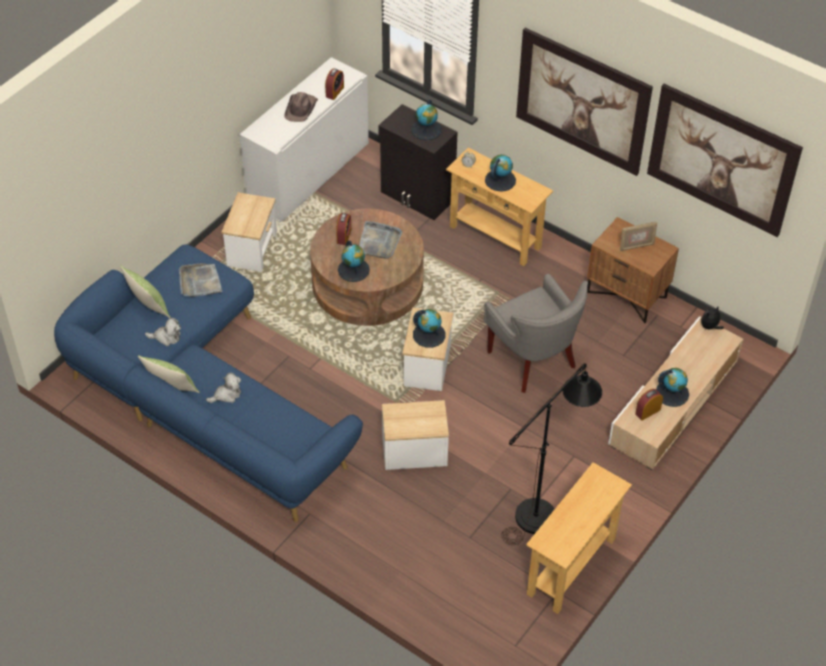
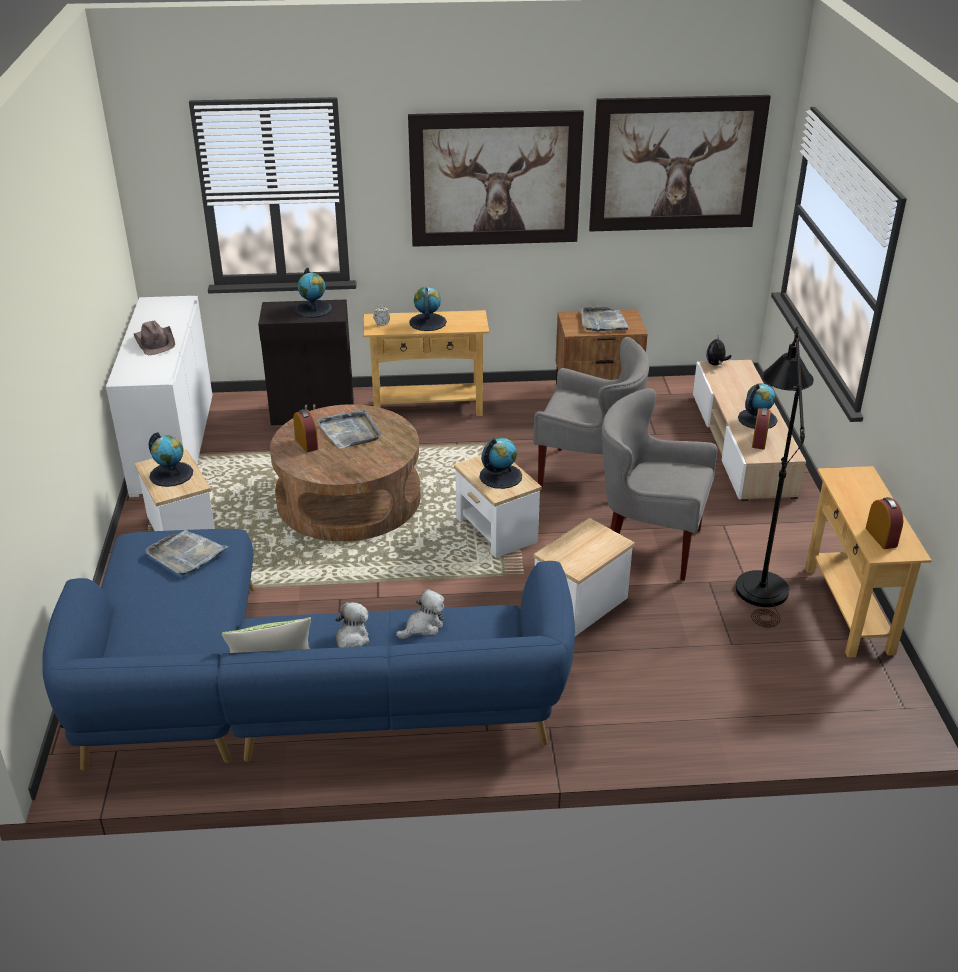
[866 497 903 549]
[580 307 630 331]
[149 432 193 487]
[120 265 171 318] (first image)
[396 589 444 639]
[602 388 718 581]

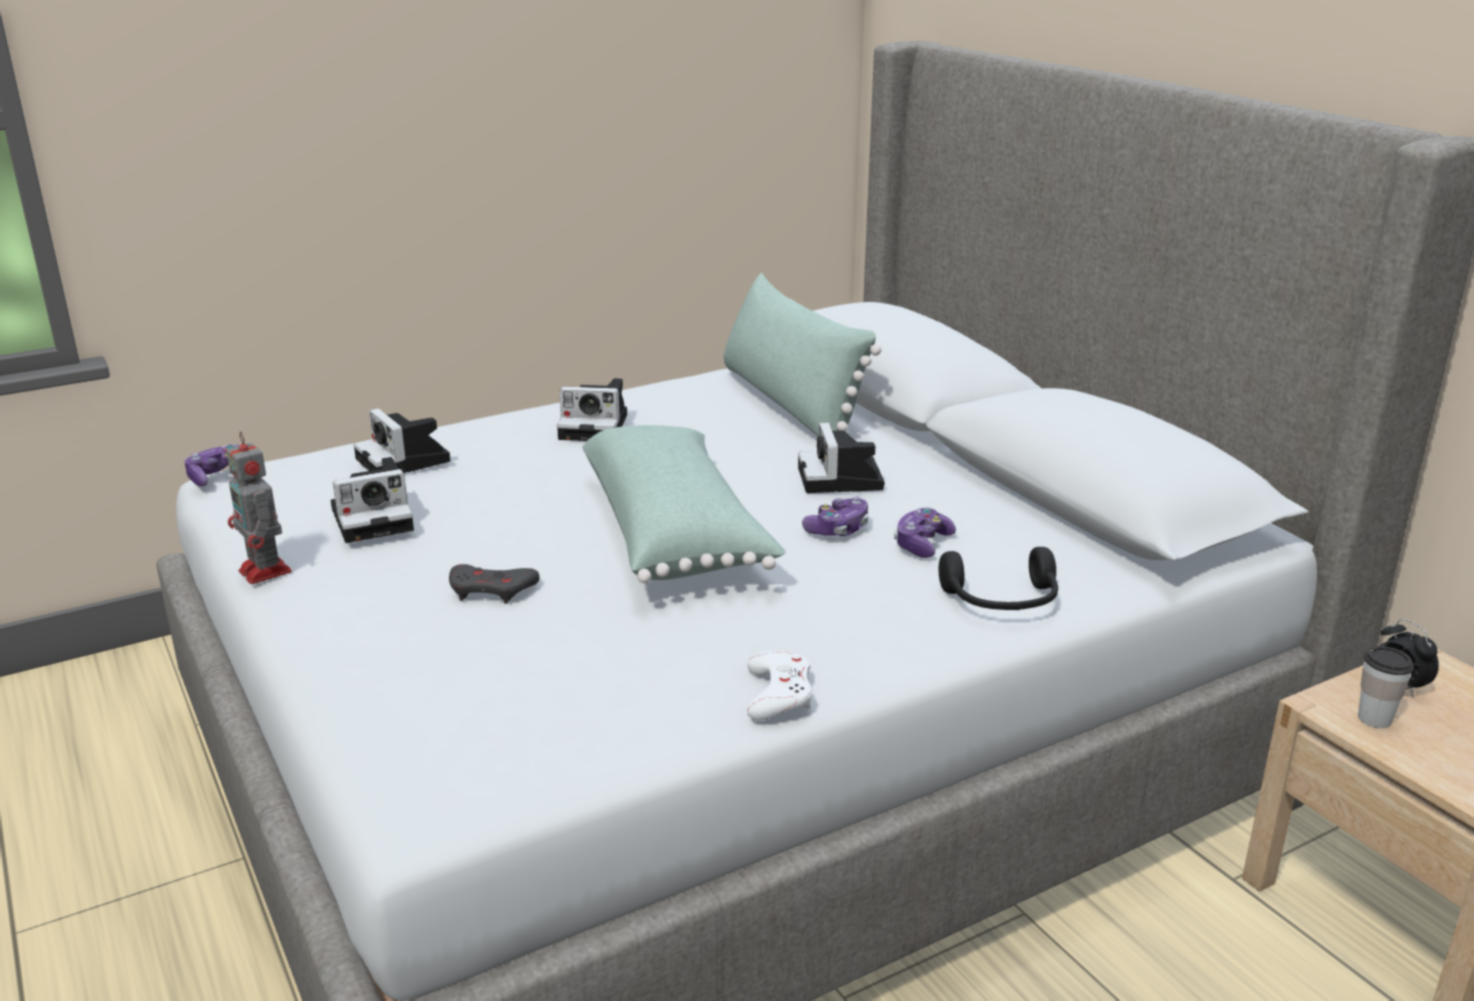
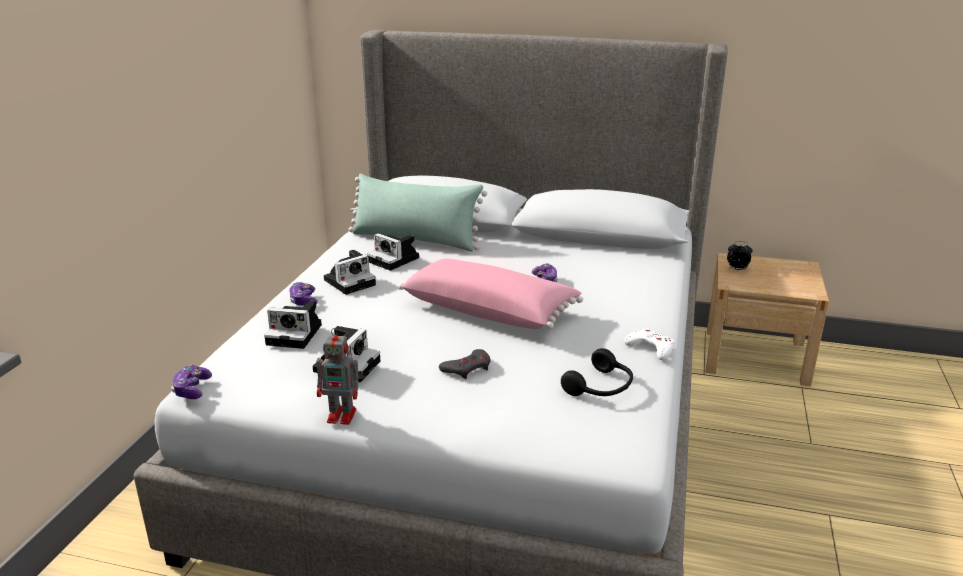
[367 233 419 271]
[398 259 583 329]
[289 282 318 306]
[561 348 633 396]
[1358 646 1414 728] (first image)

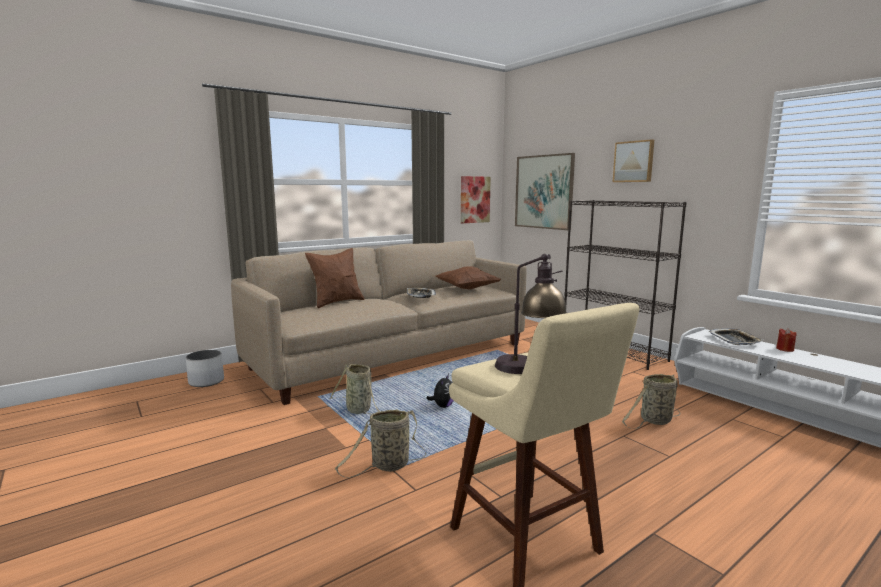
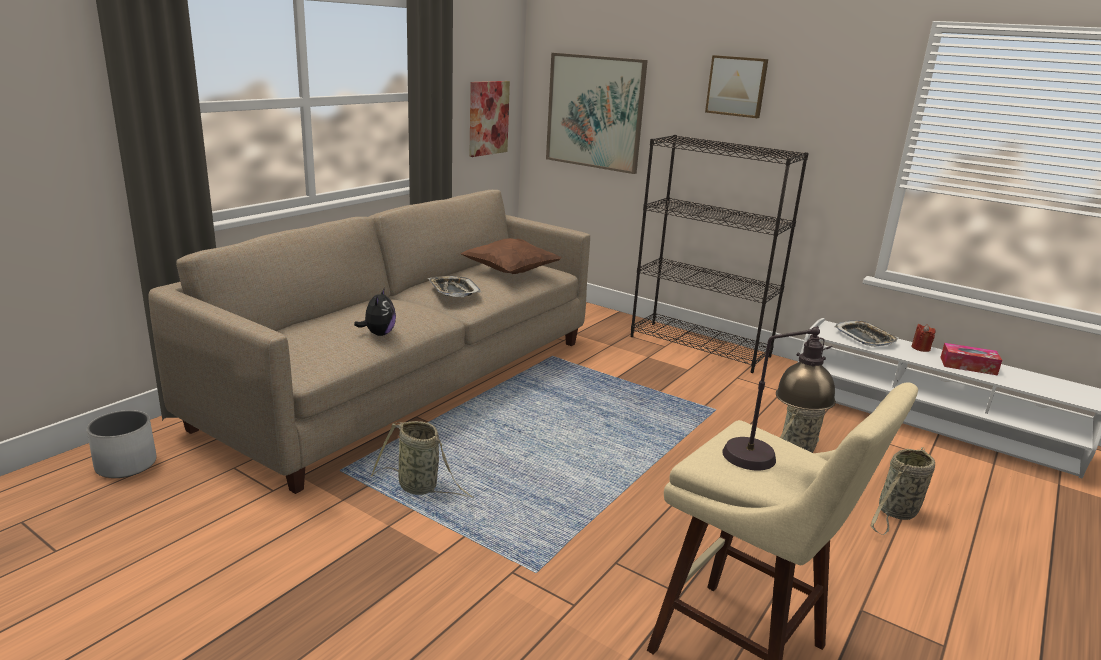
[305 248 364 308] (first image)
[354 288 396 336]
[870 447 935 535]
[940 343 1002 376]

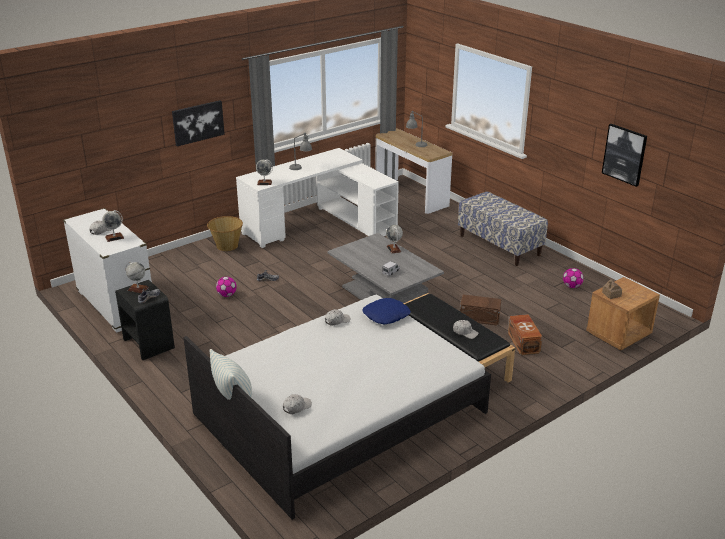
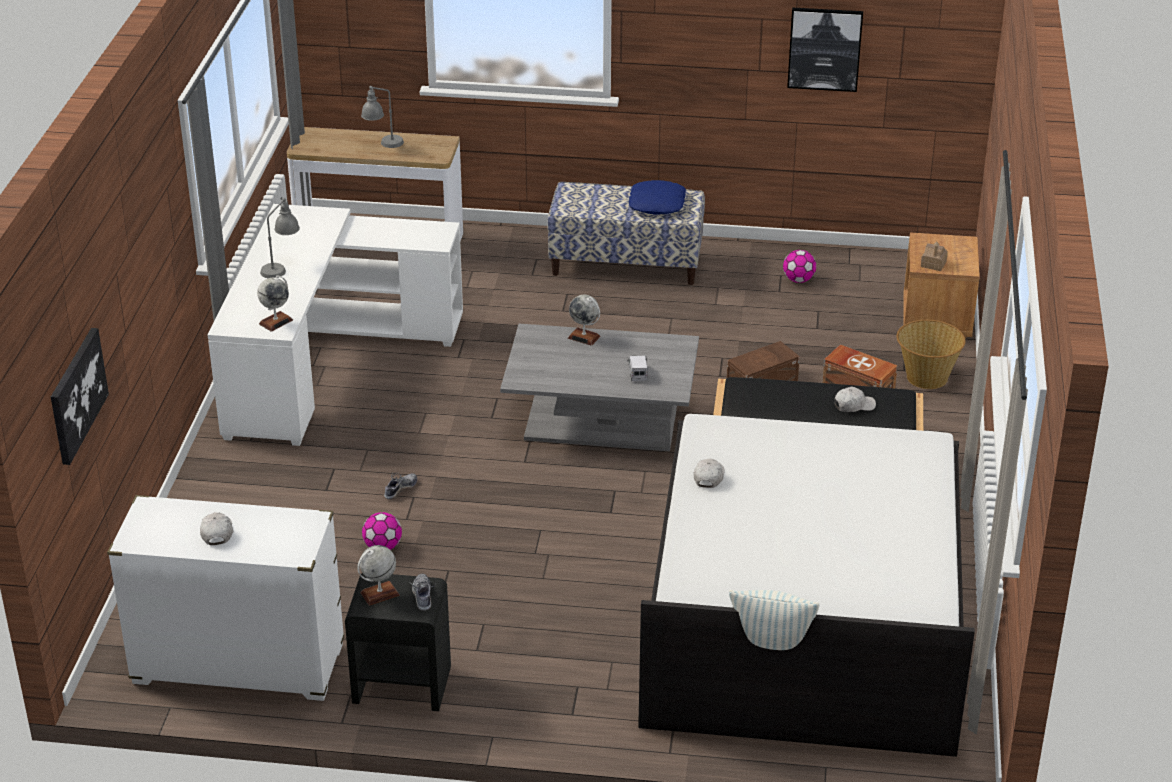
[51 328 109 465]
[102 210 124 242] (first image)
[897 320 965 389]
[629 180 686 214]
[283 394 312 414] (first image)

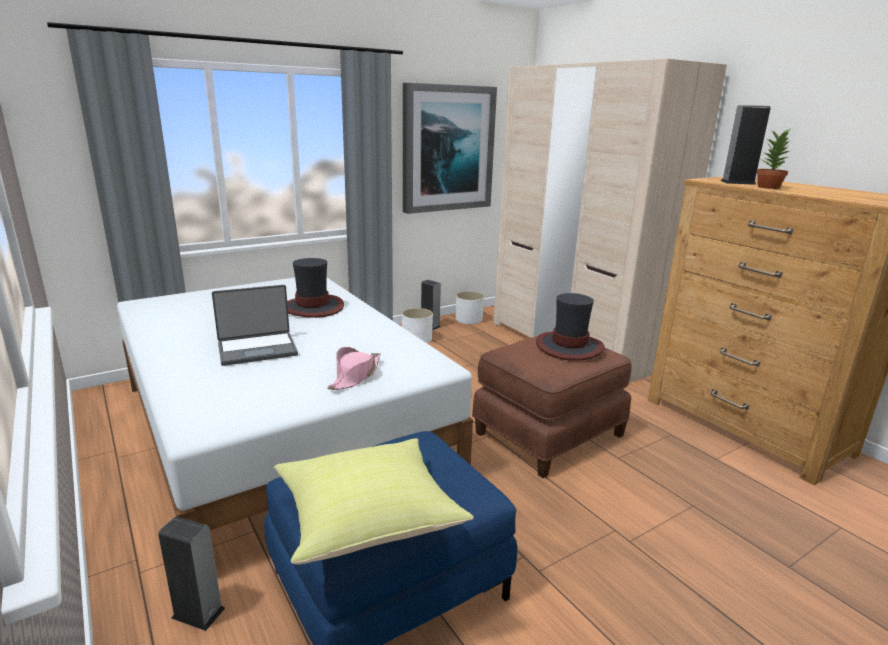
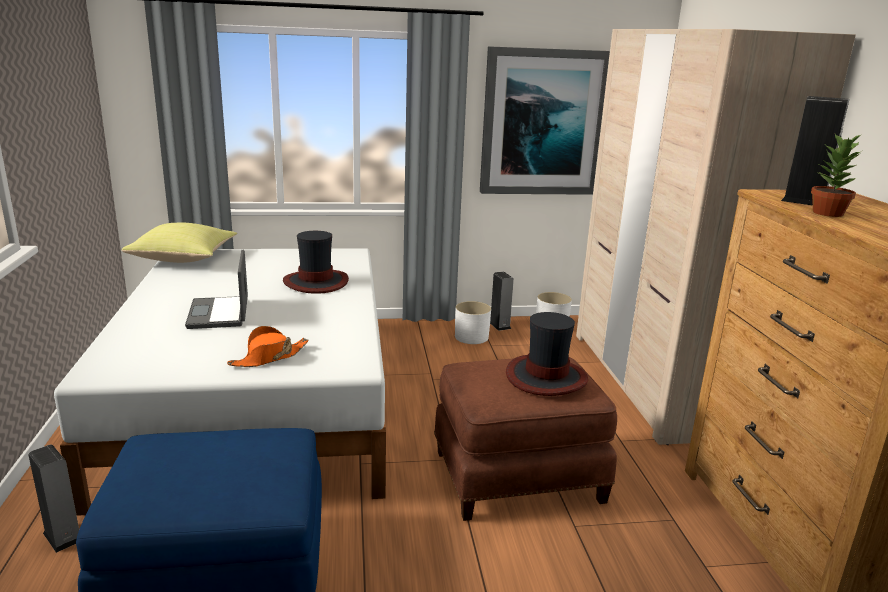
[185 250 248 329]
[227 326 309 367]
[121 223 237 263]

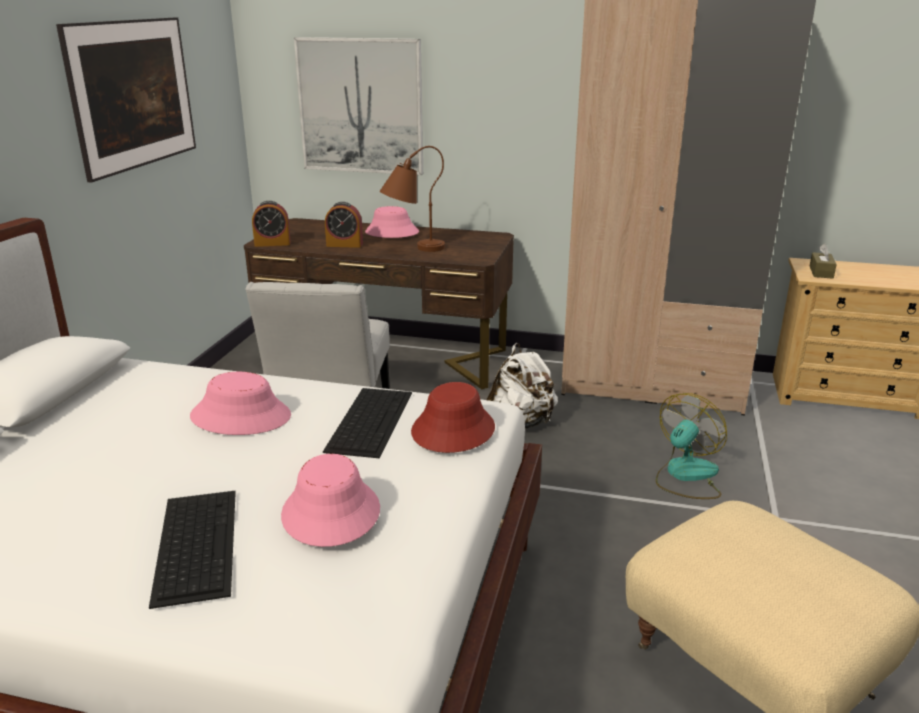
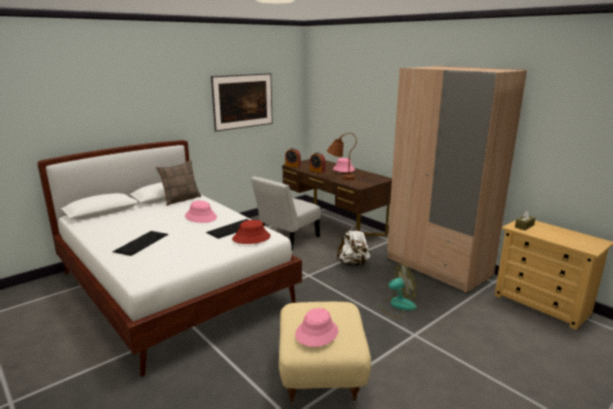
[294 37 423 175] (first image)
[295 308 338 347]
[156 160 201 206]

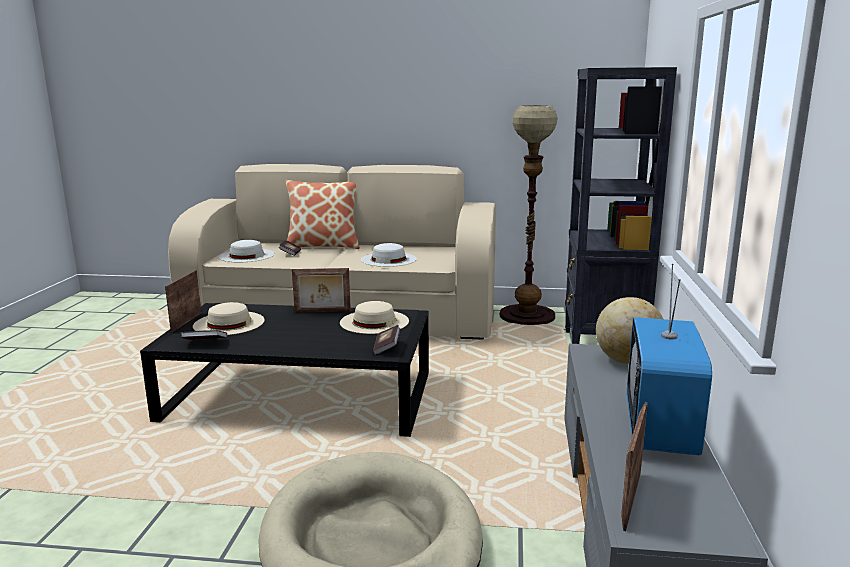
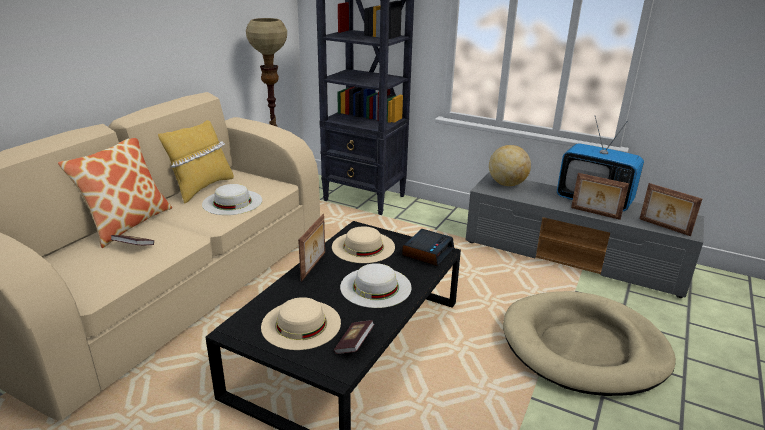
[340 263 412 308]
[571 173 629 220]
[402 229 454 266]
[158 120 234 204]

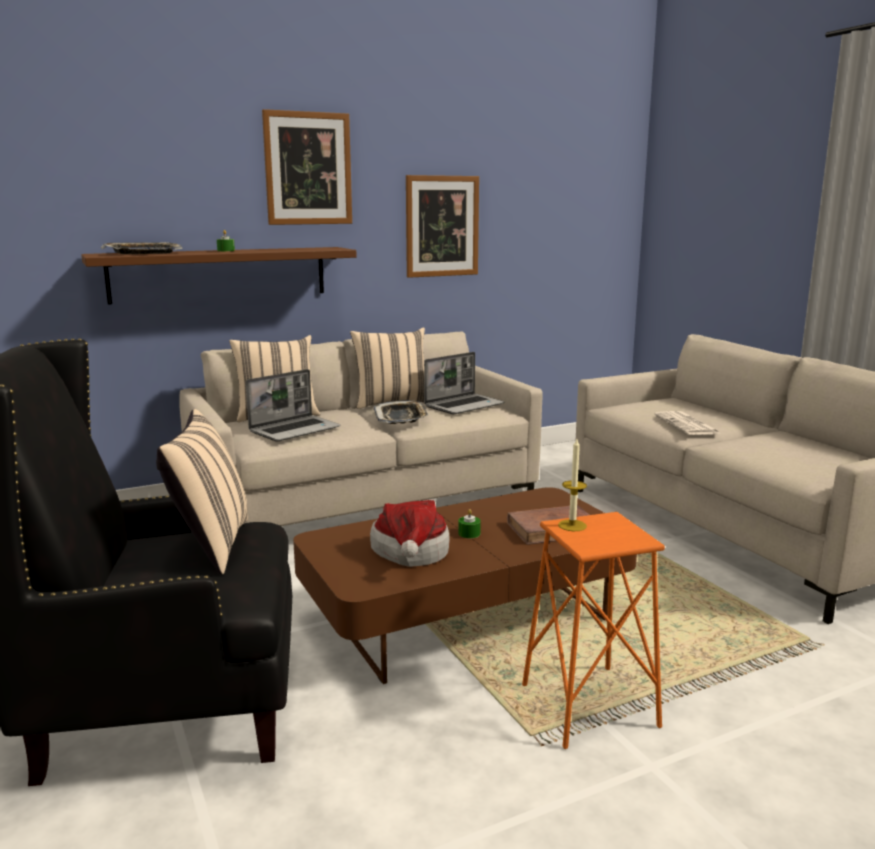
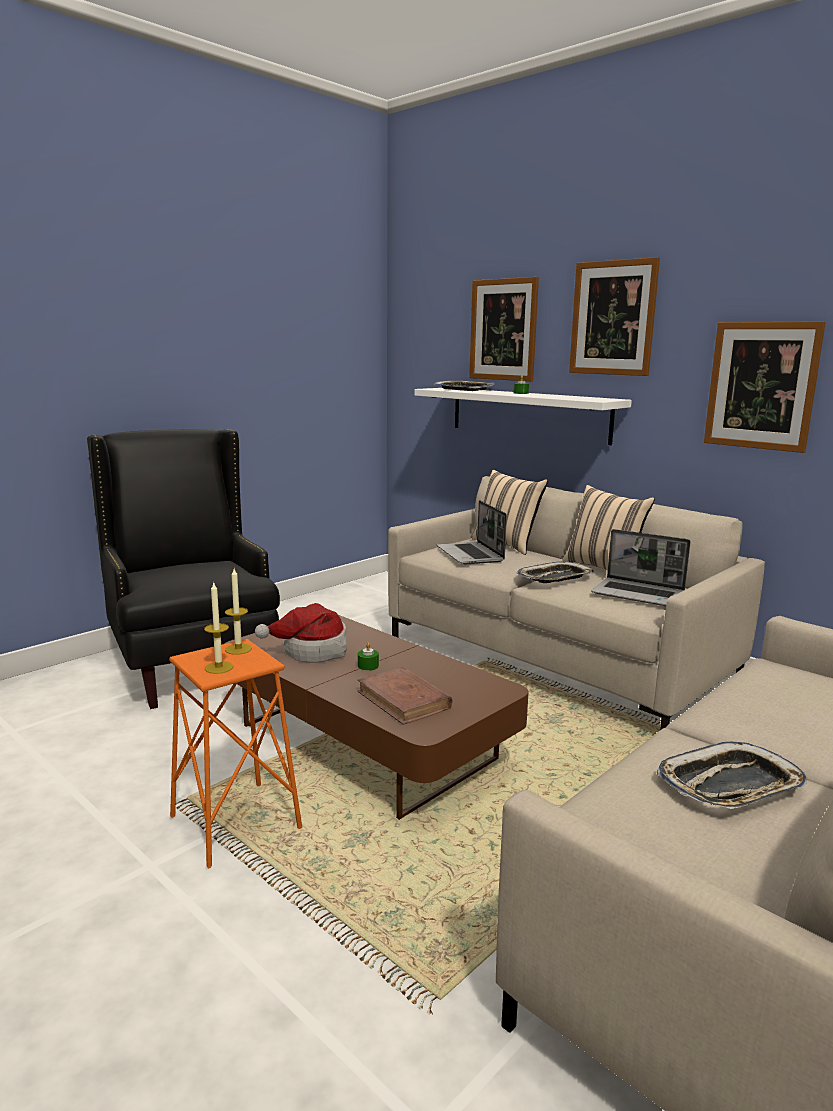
[414 388 632 445]
[437 500 507 564]
[156 409 248 574] (first image)
[654 411 719 435] (first image)
[469 277 539 381]
[204 583 233 674]
[657 741 807 809]

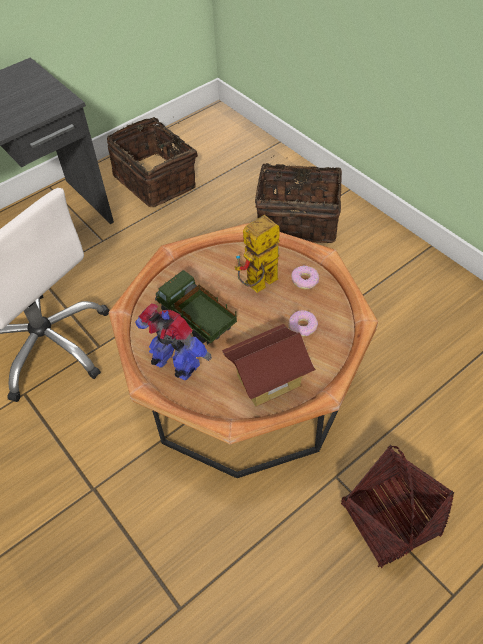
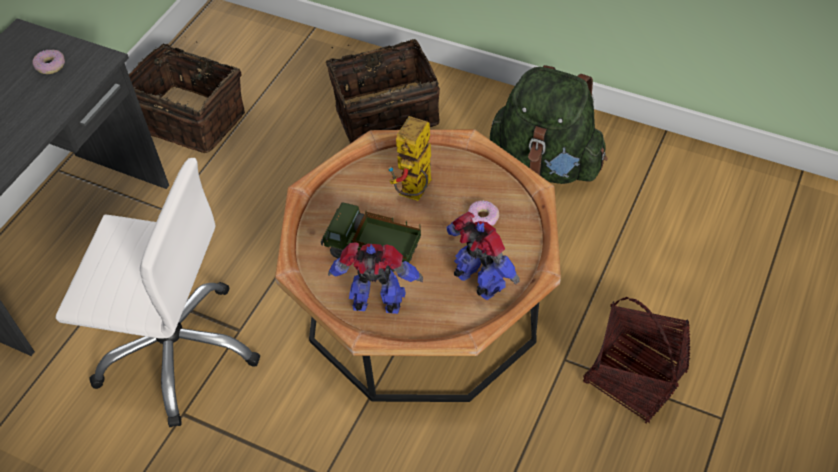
[32 50 65 74]
[446 212 520 300]
[490 65 608 184]

